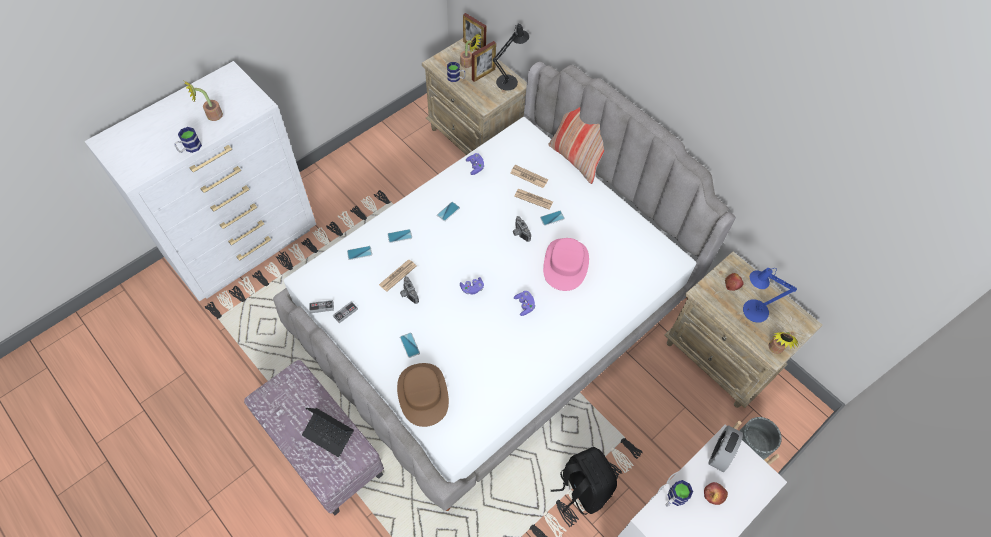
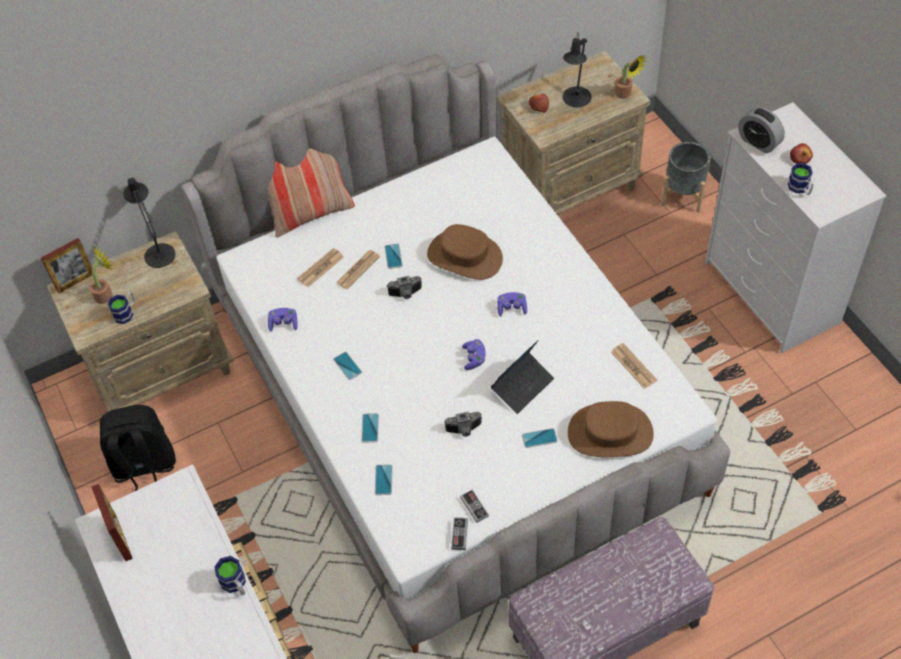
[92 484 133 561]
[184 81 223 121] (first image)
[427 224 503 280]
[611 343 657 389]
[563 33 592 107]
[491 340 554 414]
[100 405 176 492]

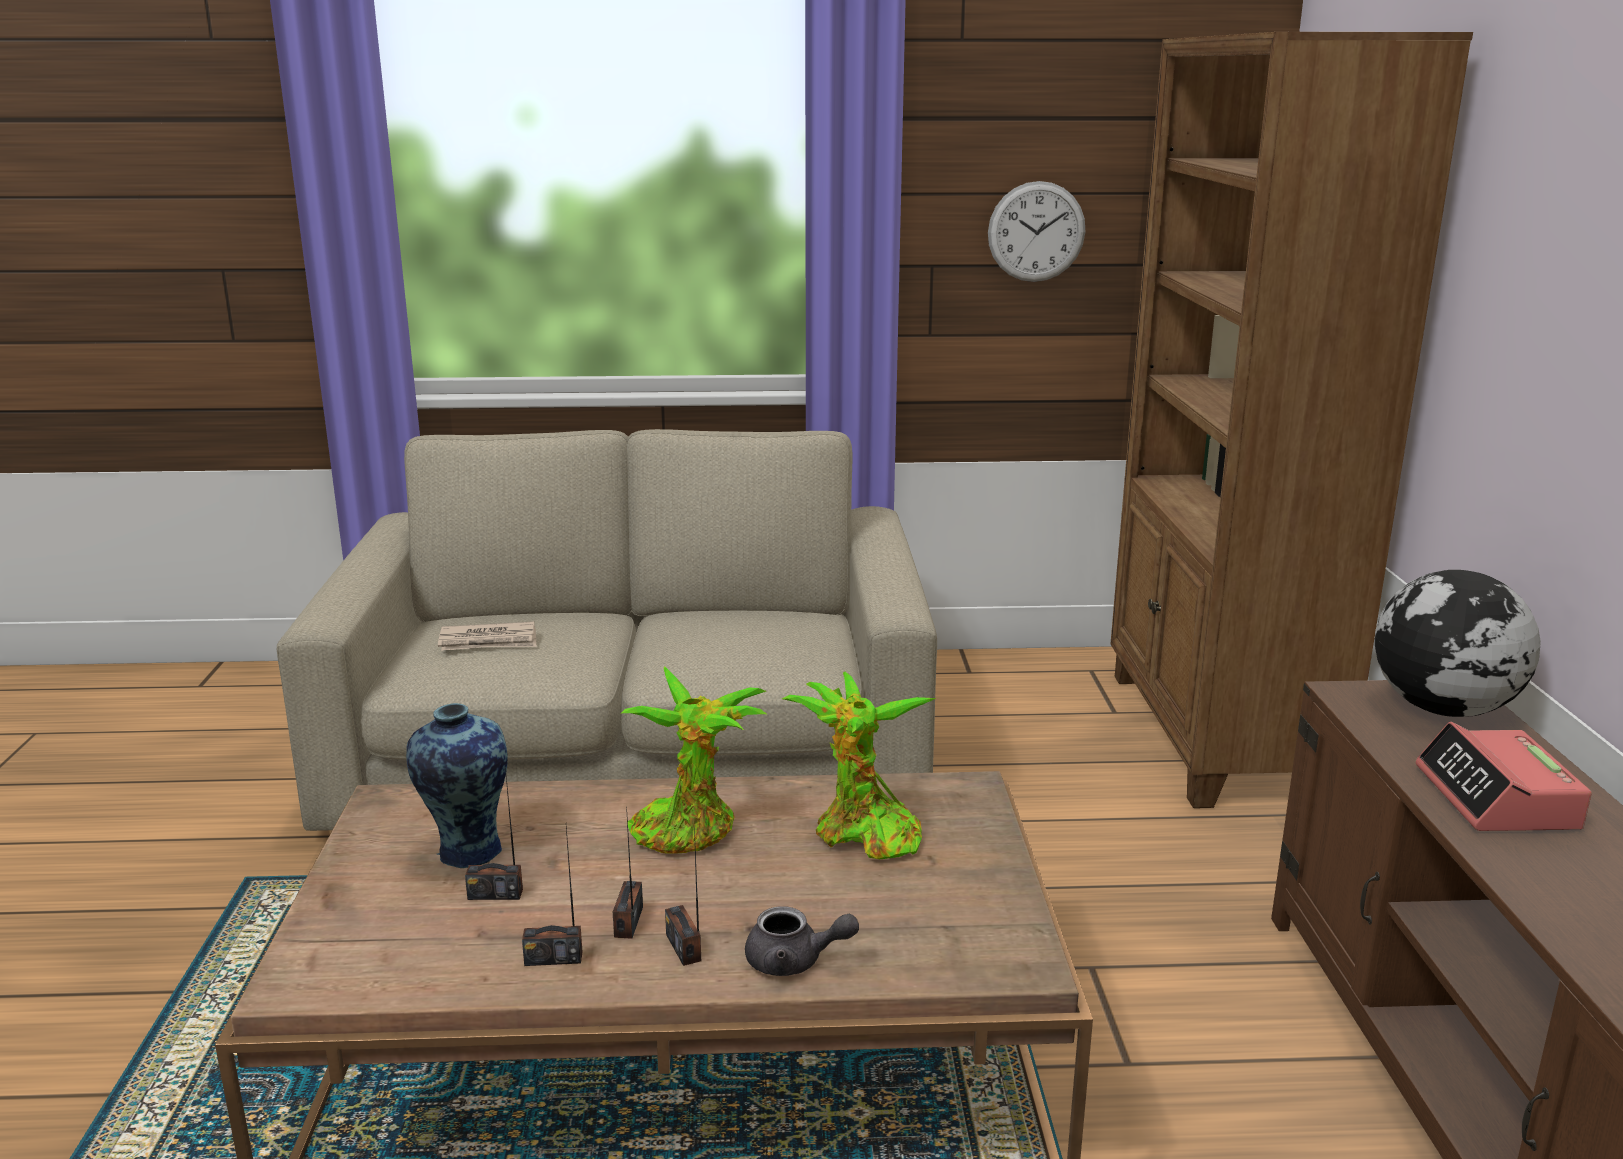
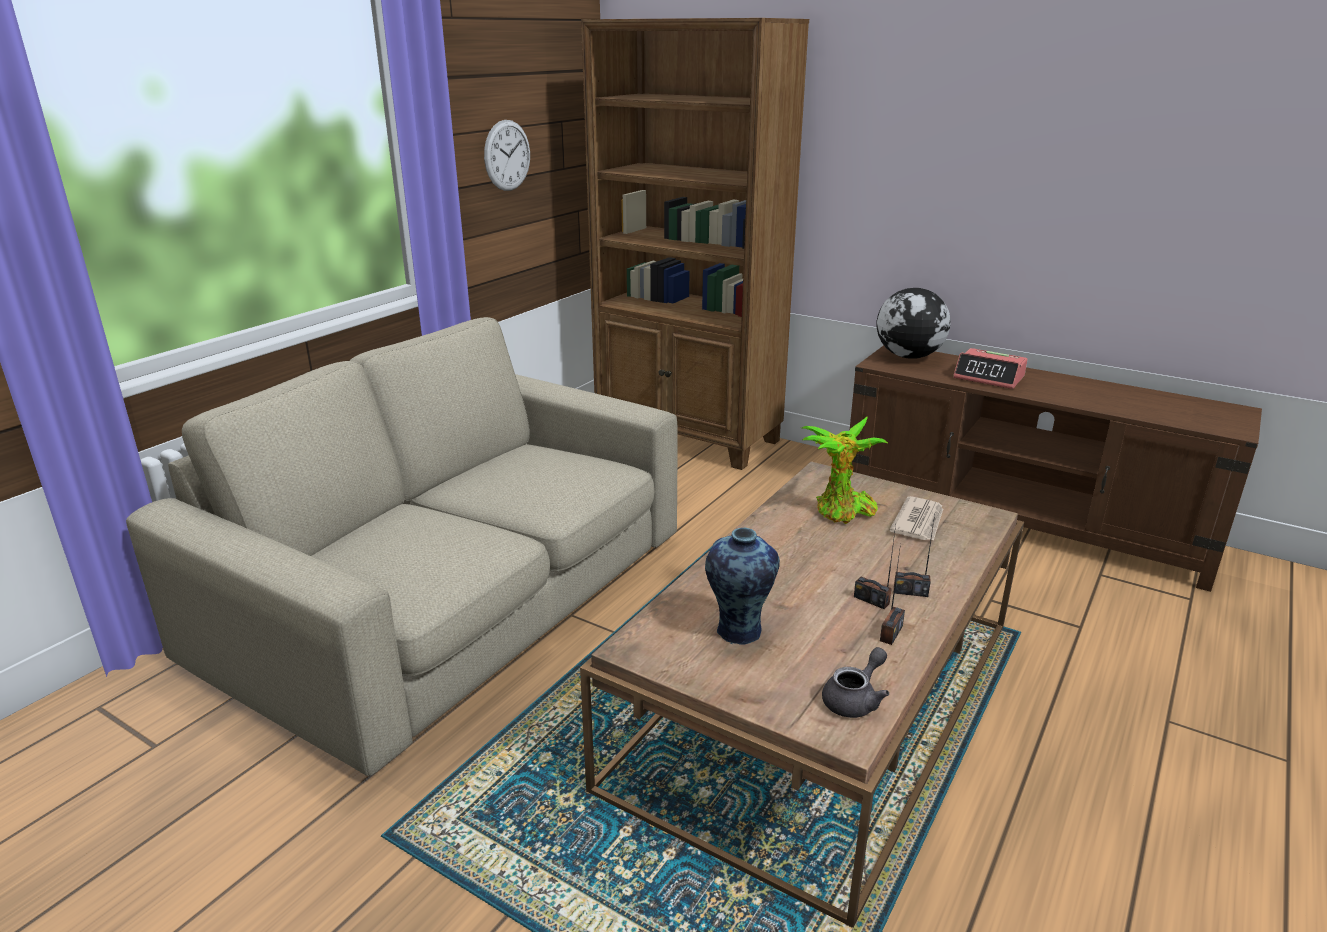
[889 496 943 540]
[622 667 766 854] (first image)
[465 767 523 900] (first image)
[822 647 889 718]

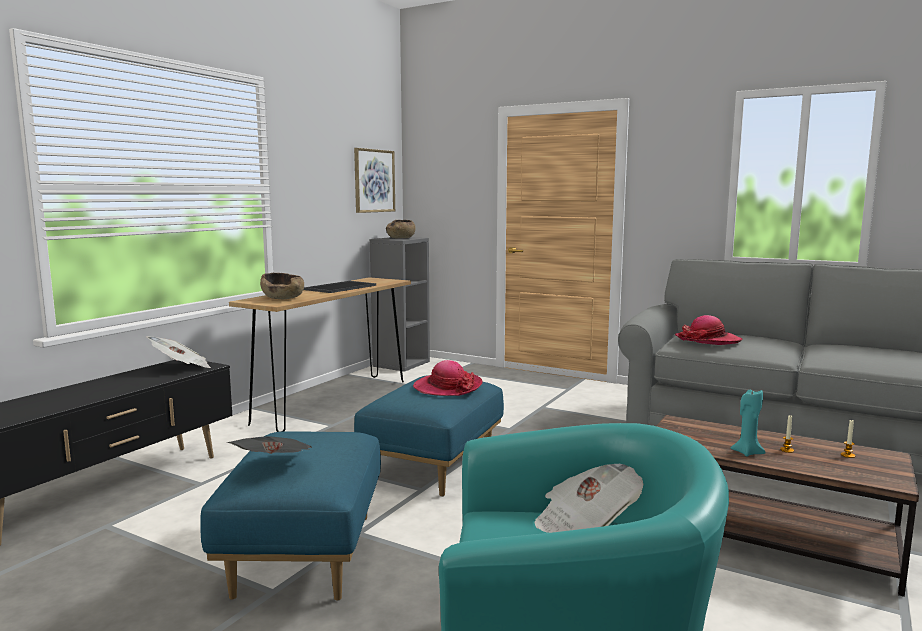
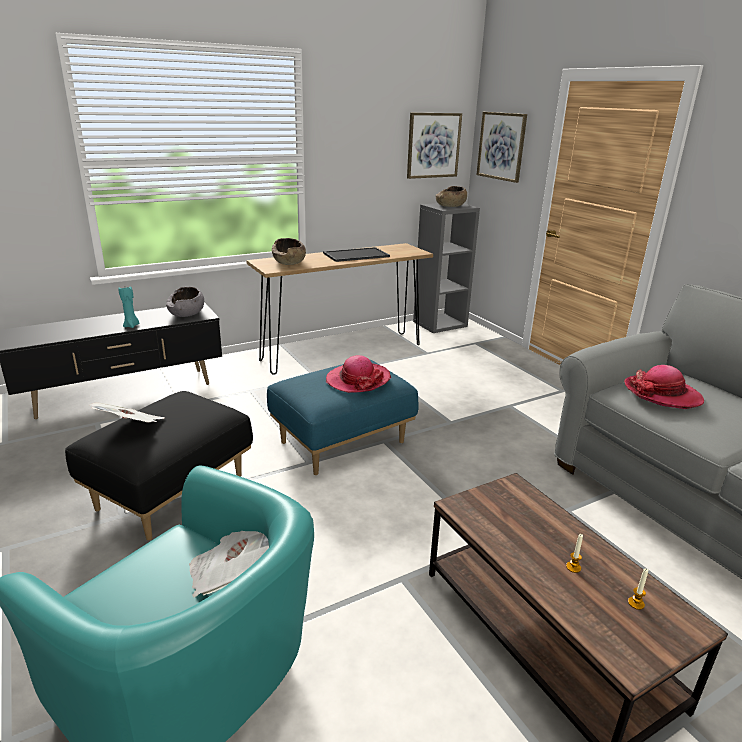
[166 287 204 317]
[118 286 139 328]
[65 391 253 540]
[476 112 527 183]

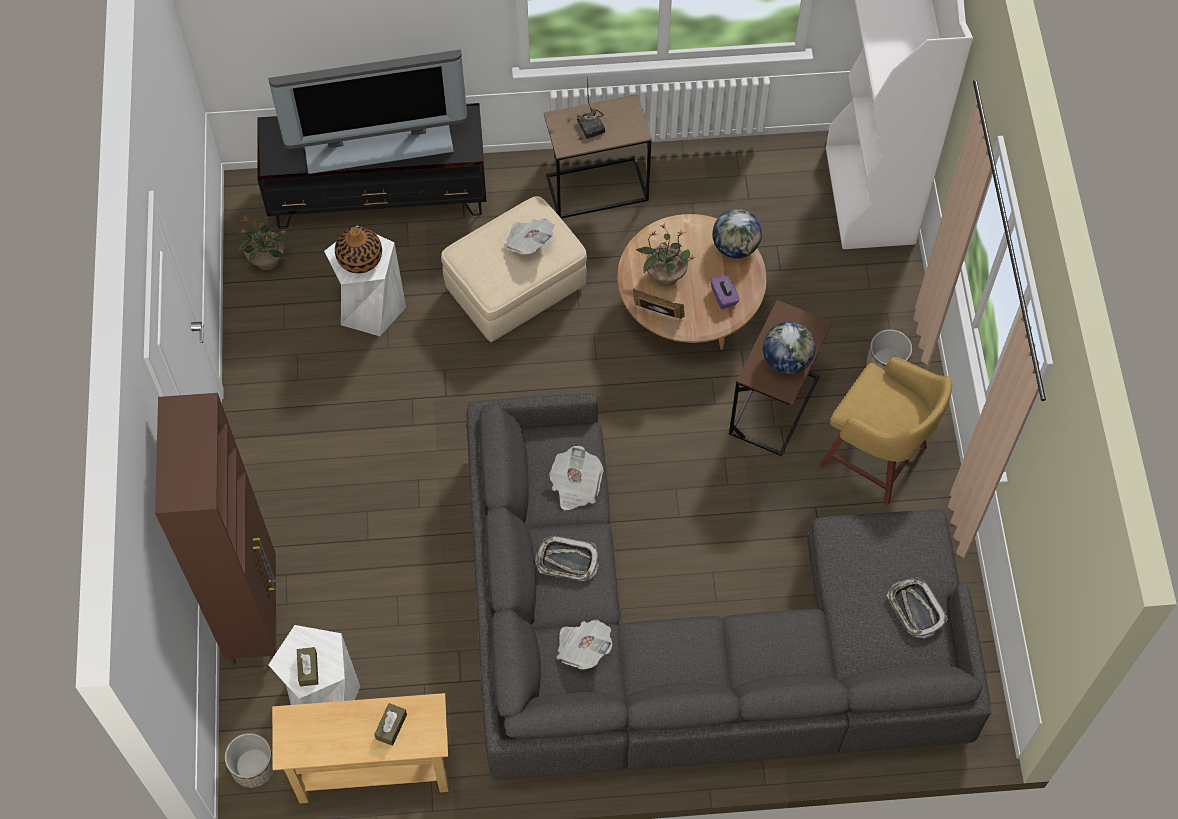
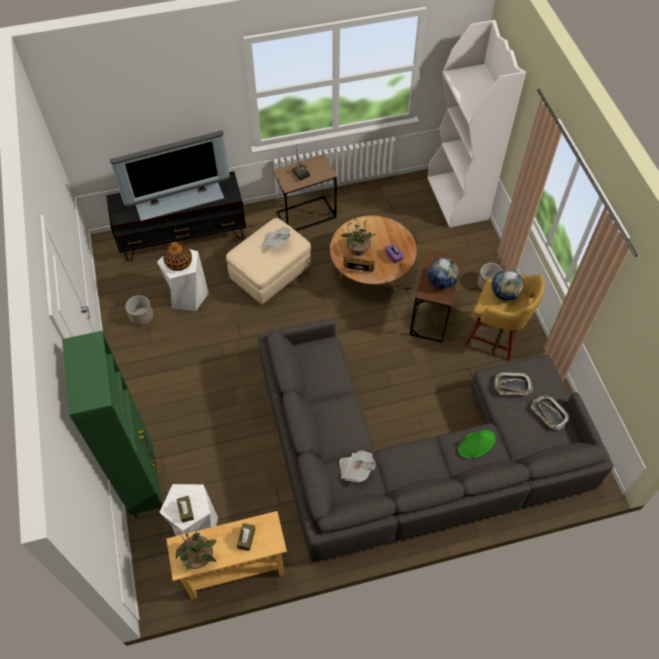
[492 269 524 301]
[175 530 216 570]
[62 331 162 518]
[549 446 604 510] (first image)
[494 372 533 395]
[125 295 153 326]
[458 430 496 459]

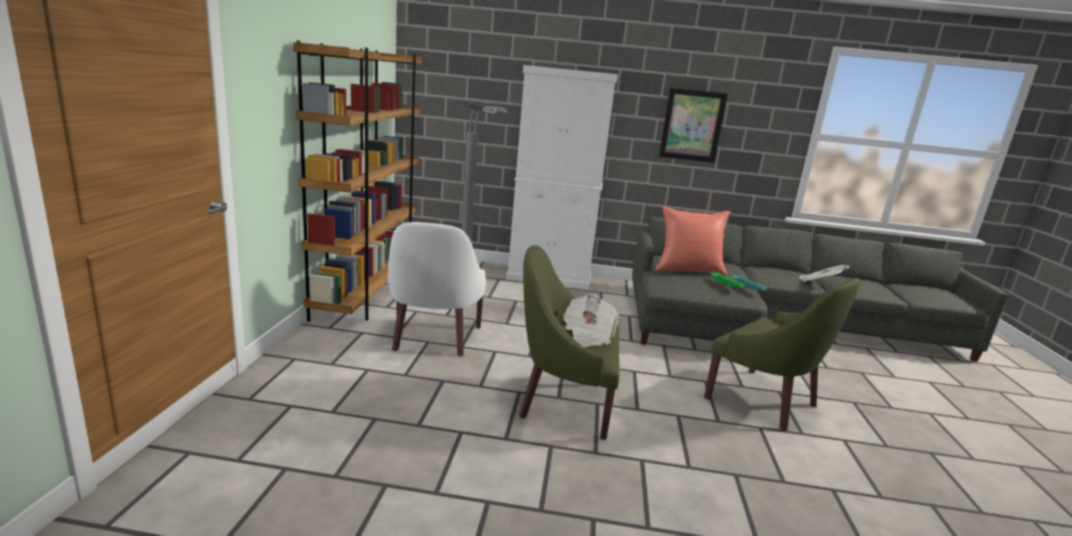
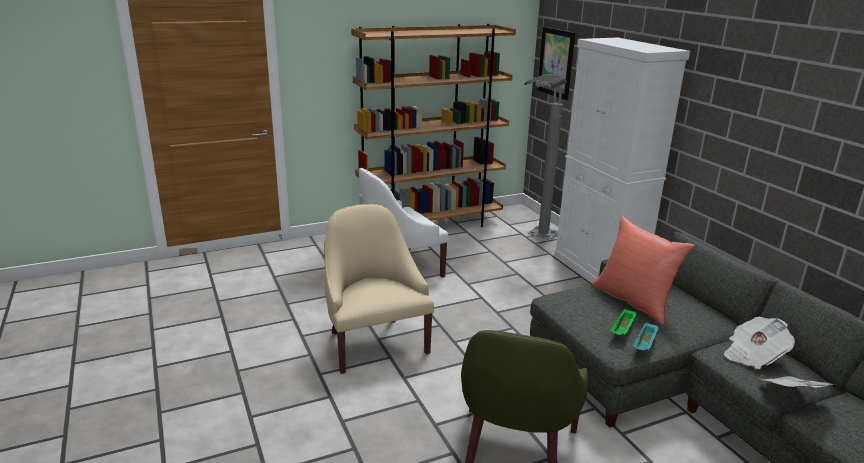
[537 27 575 100]
[325 204 434 374]
[724 317 795 369]

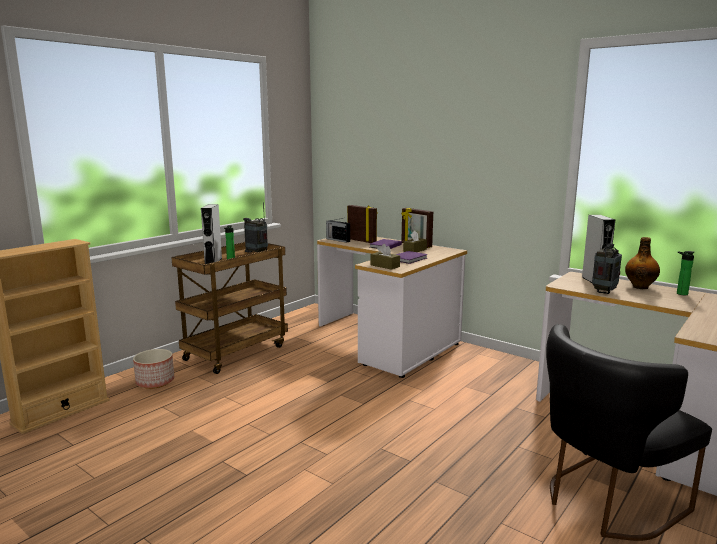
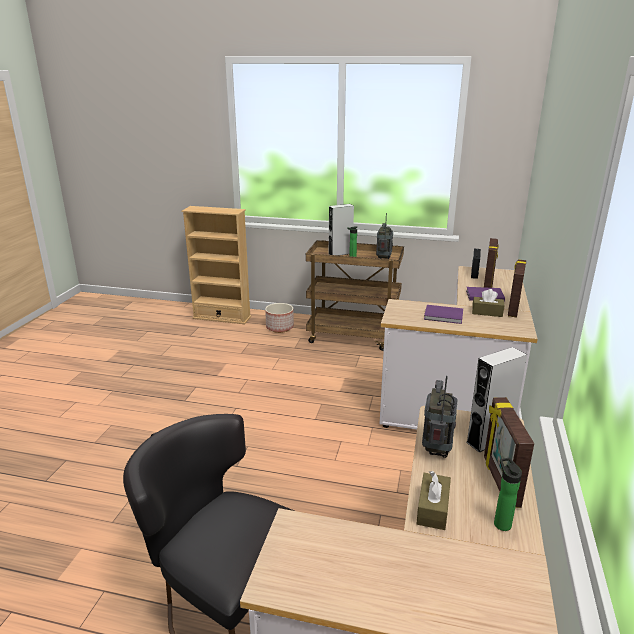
[422 376 458 458]
[484 397 534 508]
[416 471 451 530]

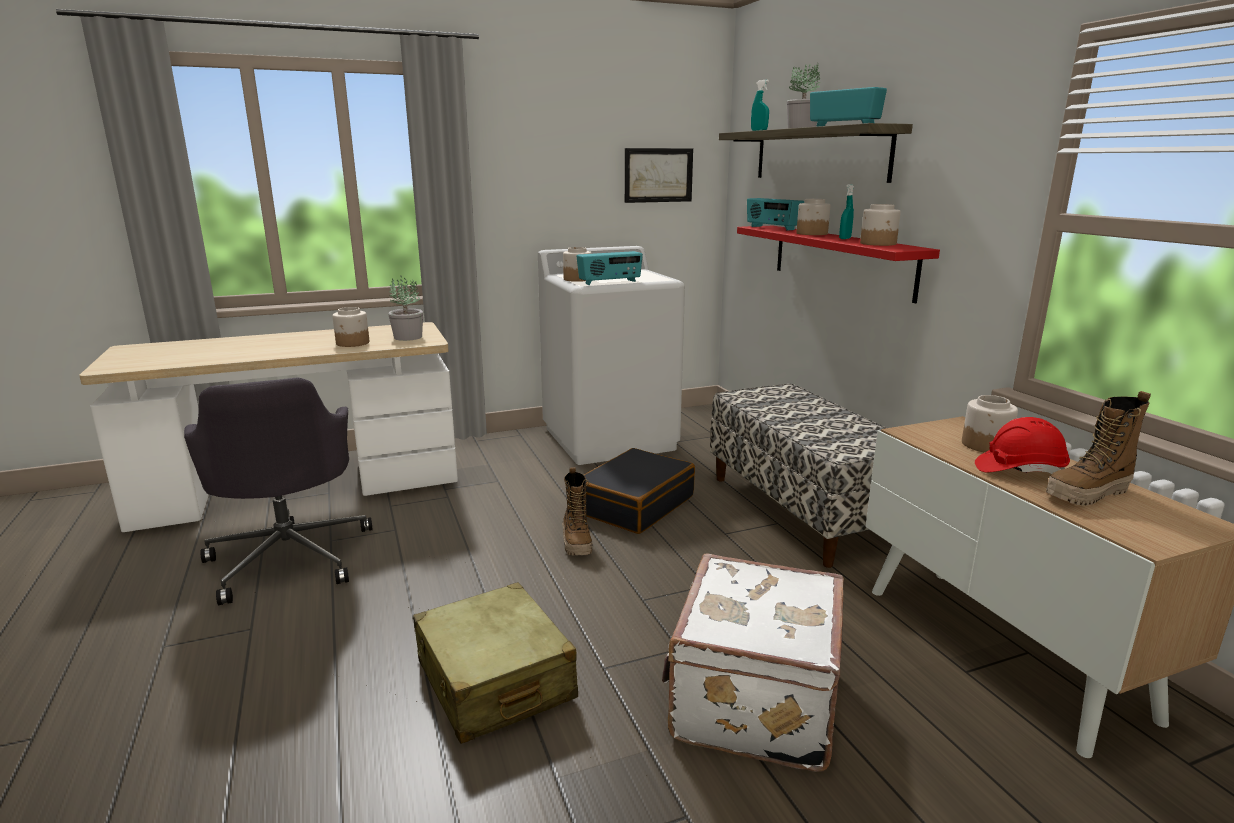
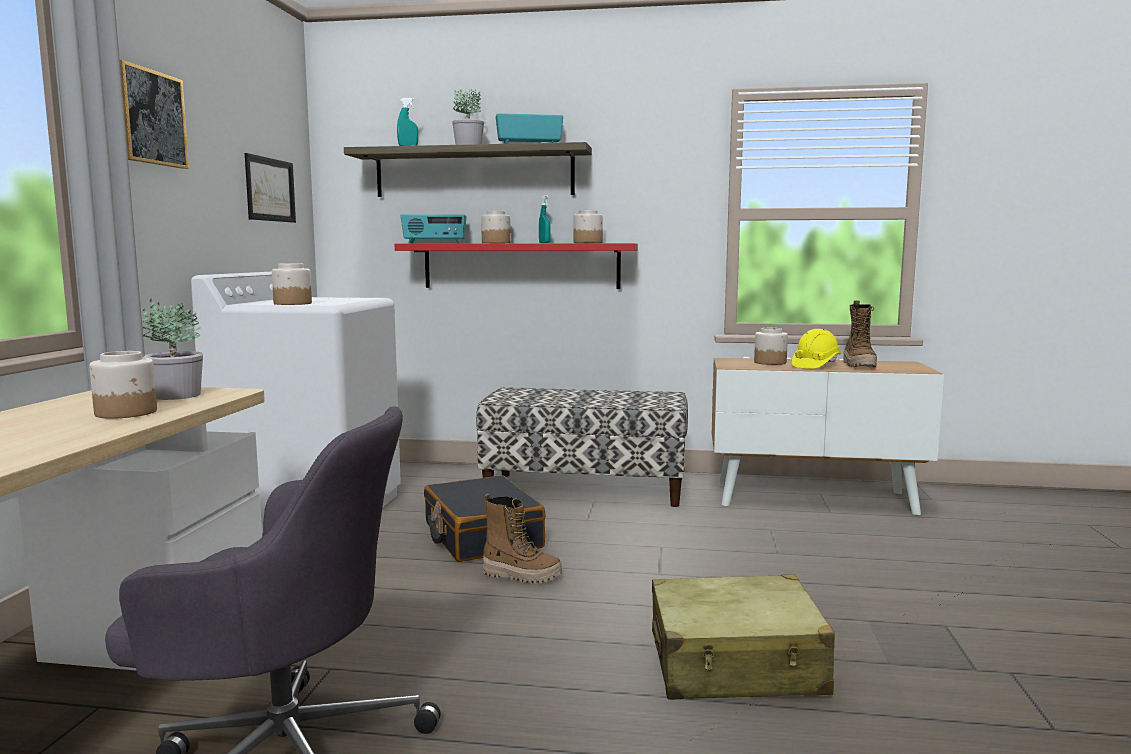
[576 251 643 285] (first image)
[792 329 841 369]
[662 553 844 772] (first image)
[120 60 189 169]

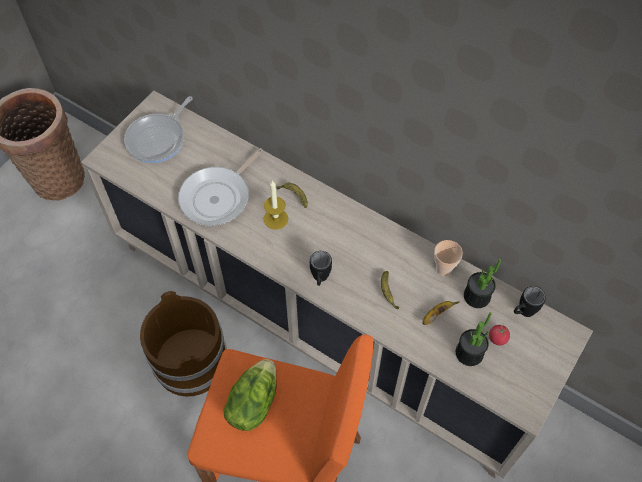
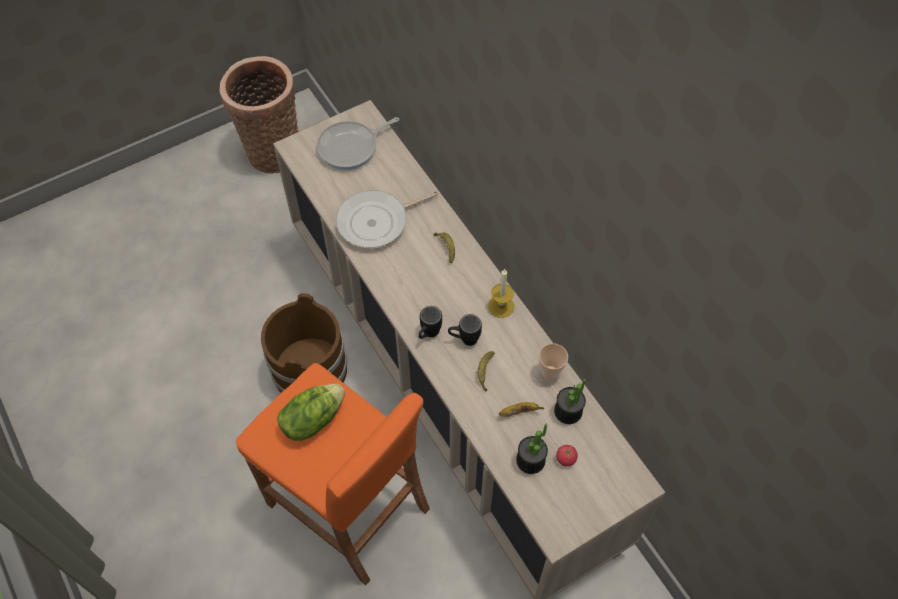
[488 269 514 318]
[448 314 482 346]

